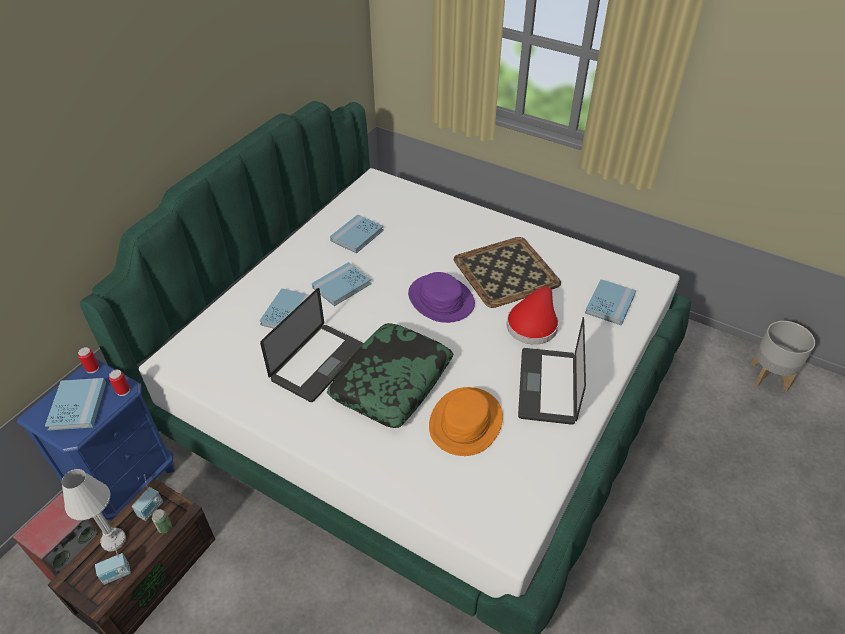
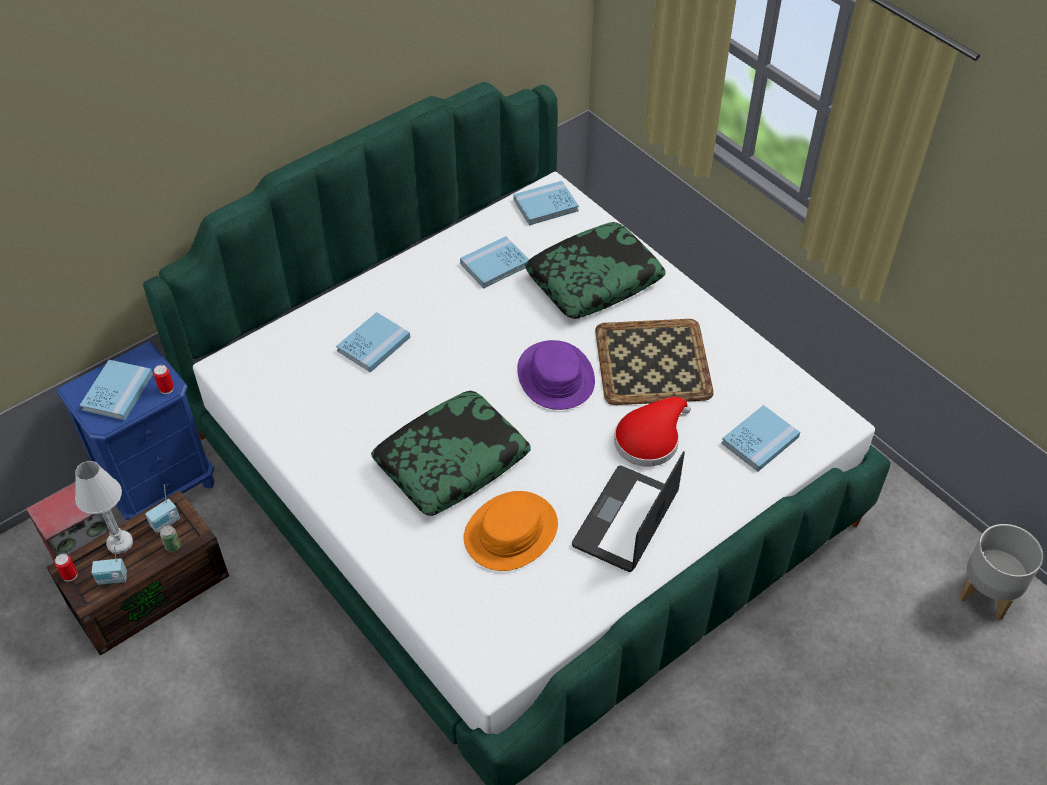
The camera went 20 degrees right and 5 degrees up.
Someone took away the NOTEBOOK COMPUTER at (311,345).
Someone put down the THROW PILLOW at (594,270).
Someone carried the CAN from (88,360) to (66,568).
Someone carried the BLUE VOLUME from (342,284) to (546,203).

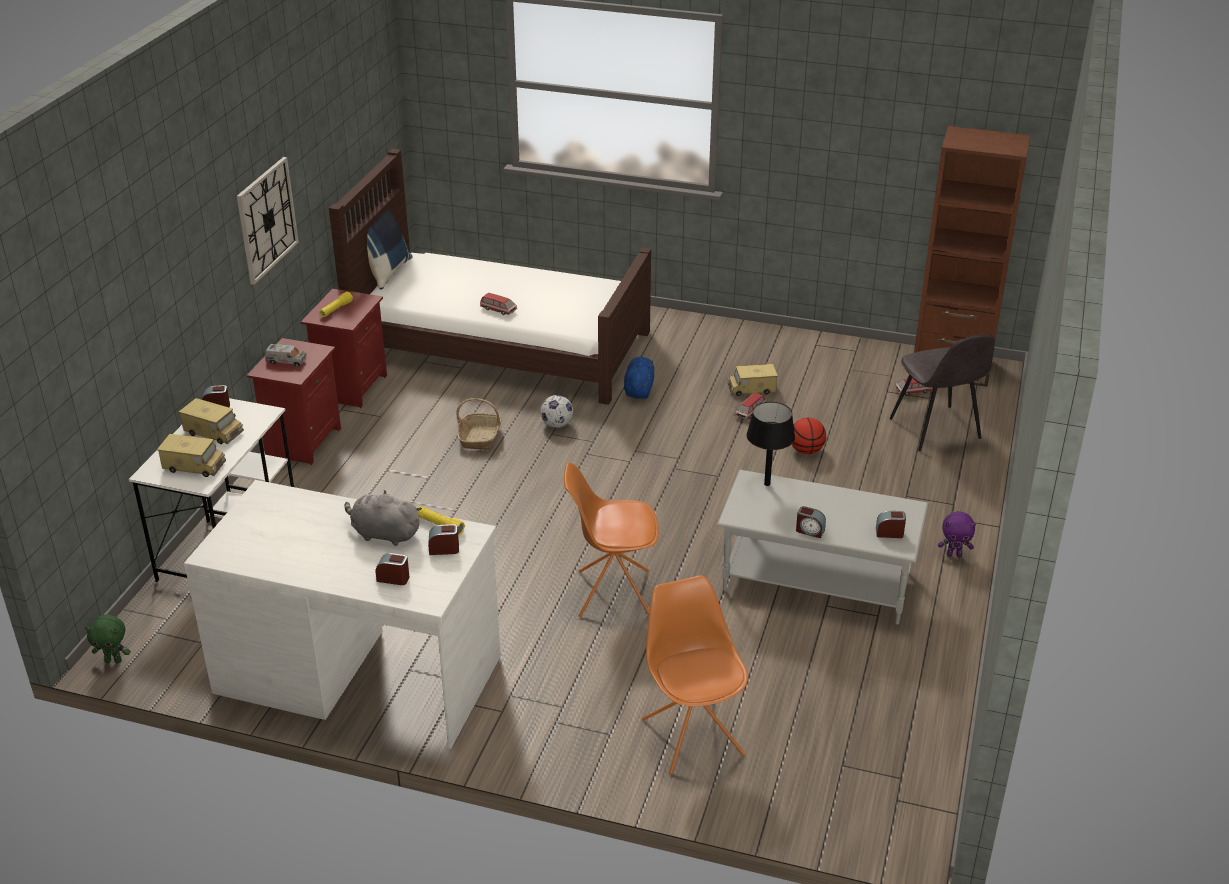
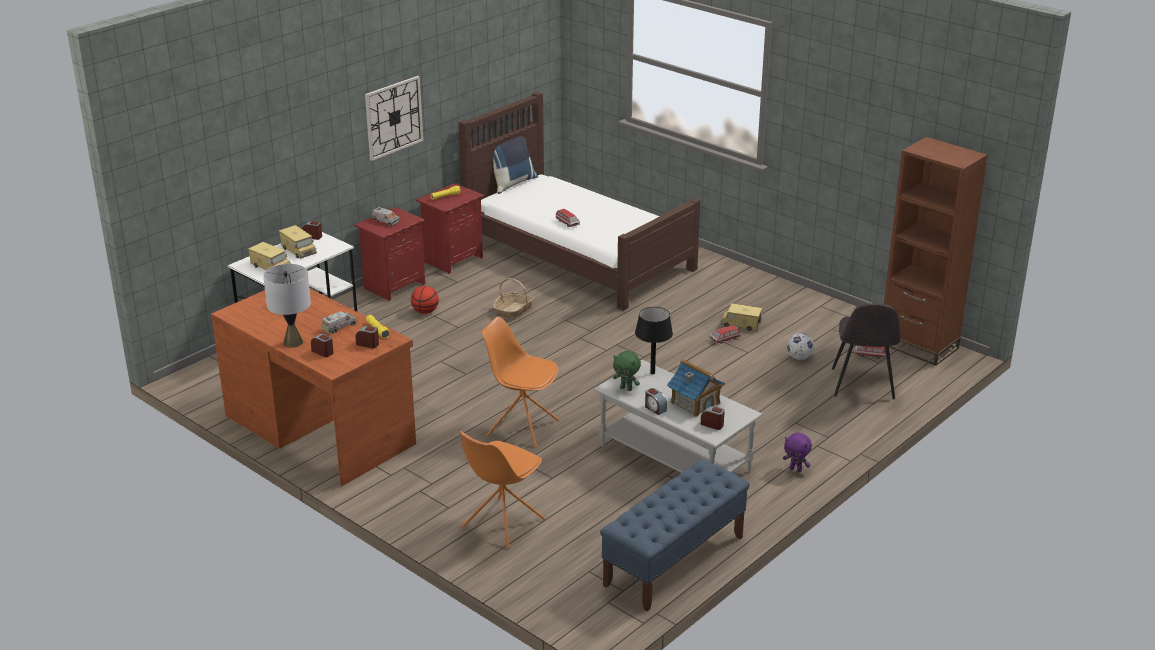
The camera went 25 degrees right and 5 degrees down.
Someone took away the BLUE CUDDLY TOY at (639,378).
Someone put down the GRAY TABLE LAMP at (287,306).
Someone put down the BLUE LONG SEAT at (675,535).
Someone put down the TOY HOUSE at (696,388).
Someone carried the GREENISH CUDDLY TOY from (108,638) to (627,371).
Someone carried the FOOTBALL from (556,411) to (800,346).
Someone carried the BASKETBALL from (809,436) to (425,300).
Someone swapped the GRAY CUDDLY TOY at (383,518) for the TOY TRUCK at (339,322).
Someone repainted the WHITE-COLOURED DESK TABLE at (342,614), which became the BROWN DESK TABLE at (313,387).
Someone rotated the ORANGEY UPRIGHT CHAIR at (695,675) by 150 degrees counterclockwise.

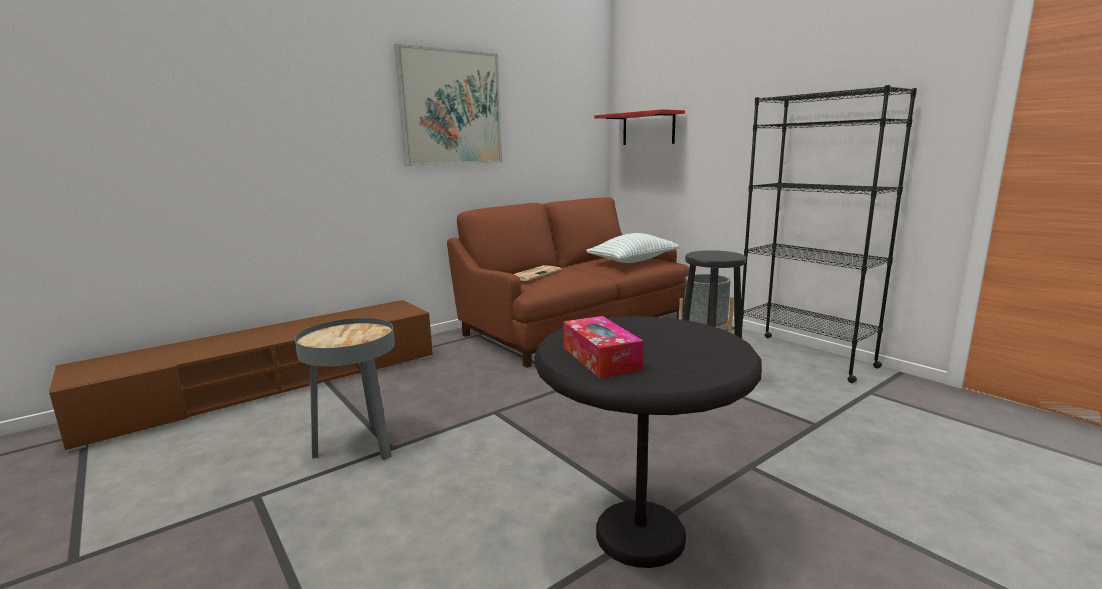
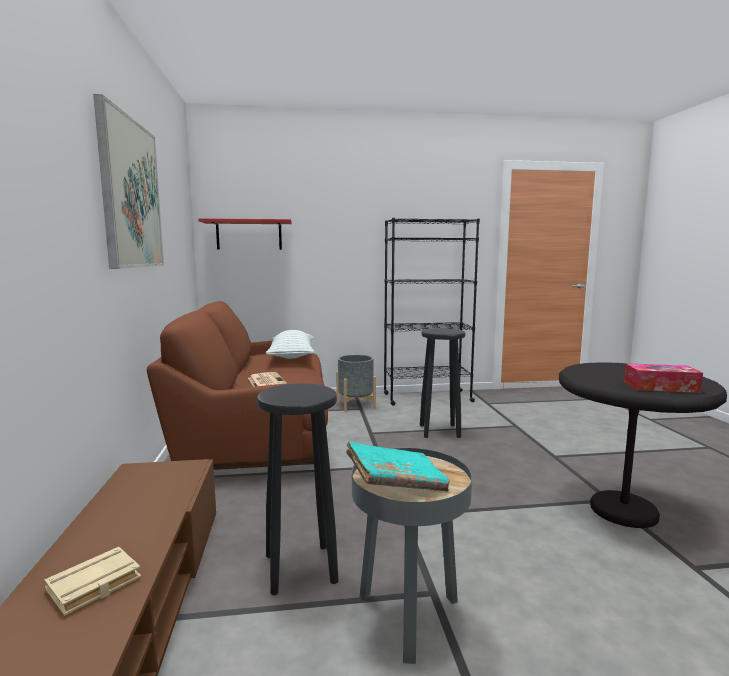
The camera went 60 degrees left and 5 degrees down.
Someone put down the SAND-COLOURED VOLUME at (92,581).
Someone put down the BLACK STOOL at (297,489).
Someone put down the BLUE-GREEN VOLUME at (398,467).

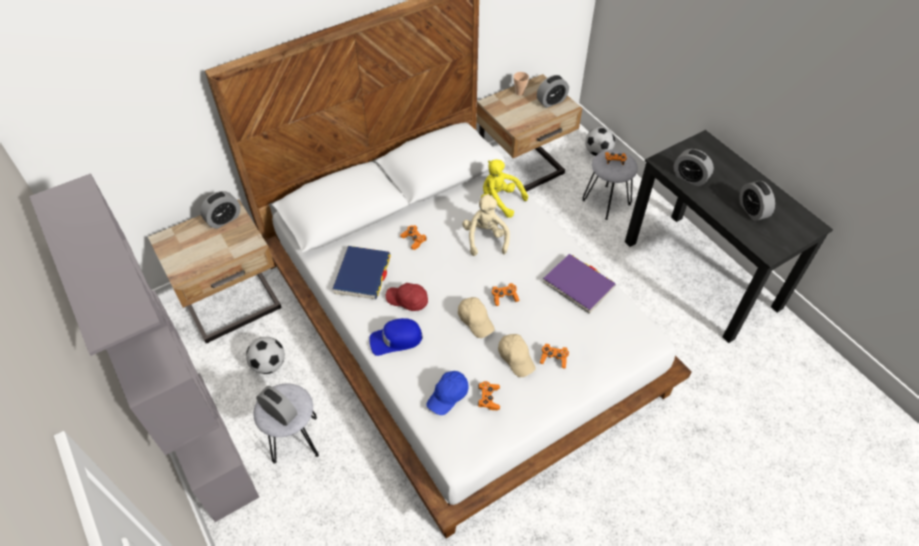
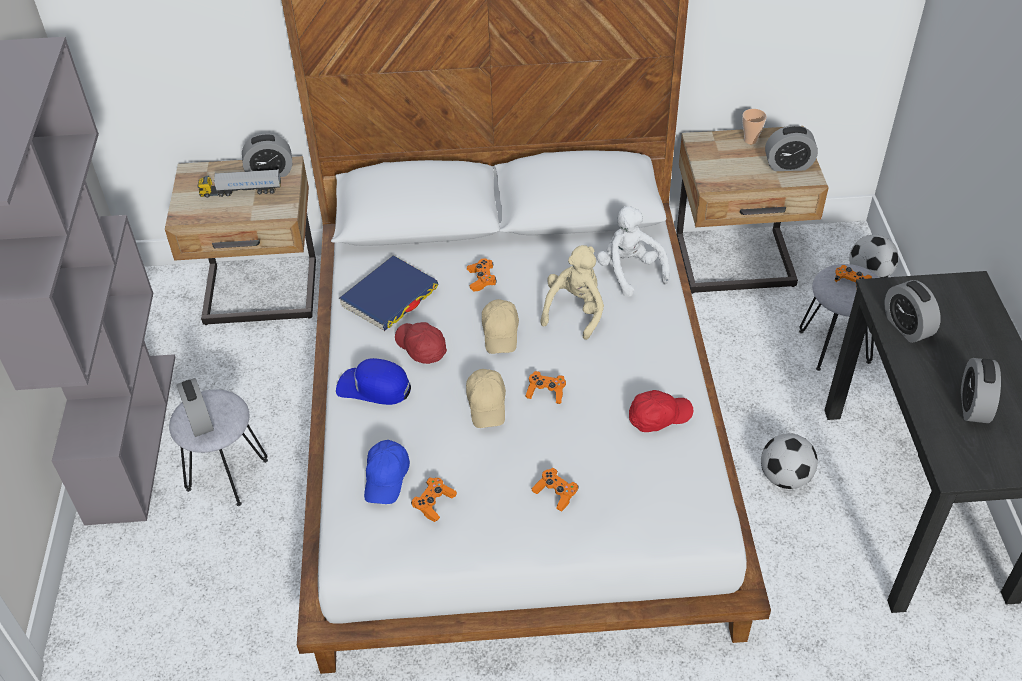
The camera went 30 degrees right and 5 degrees down.
Someone put down the TOY TRUCK at (239,183).
Someone carried the FOOTBALL from (265,355) to (789,461).
Someone carried the SAND-COLOURED PEAKED CAP from (517,355) to (500,326).
Someone swapped the PURPLE-COLOURED VOLUME at (579,284) for the RED PEAKED CAP at (661,411).
Someone repainted the YELLOW-COLOURED CUDDLY TOY at (504,188), which became the WHITE-COLOURED CUDDLY TOY at (633,251).
Someone rotated the BLUE PEAKED CAP at (447,393) by 60 degrees counterclockwise.

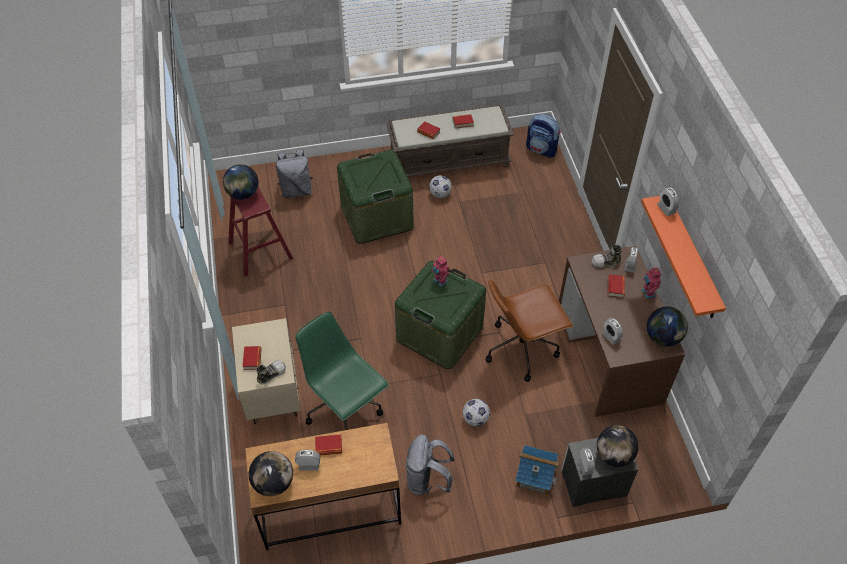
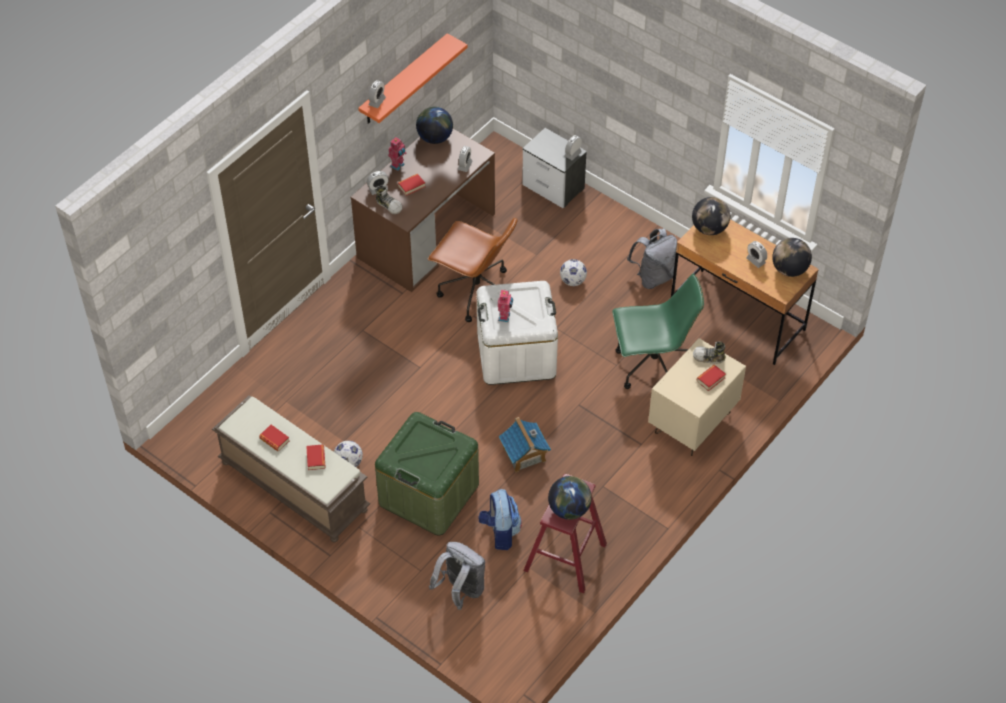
The camera went 130 degrees left and 0 degrees up.
Someone took away the VOLUME at (328,445).
Someone carried the TOY HOUSE from (537,470) to (525,444).
Someone carried the BACKPACK from (543,136) to (500,519).
Someone carried the WORLD GLOBE from (618,446) to (711,216).
Someone repainted the GREENISH STORAGE BIN at (440,314), which became the WHITE-COLOURED STORAGE BIN at (517,333).
Someone rotated the GREENISH OFFICE CHAIR at (342,371) by 105 degrees counterclockwise.

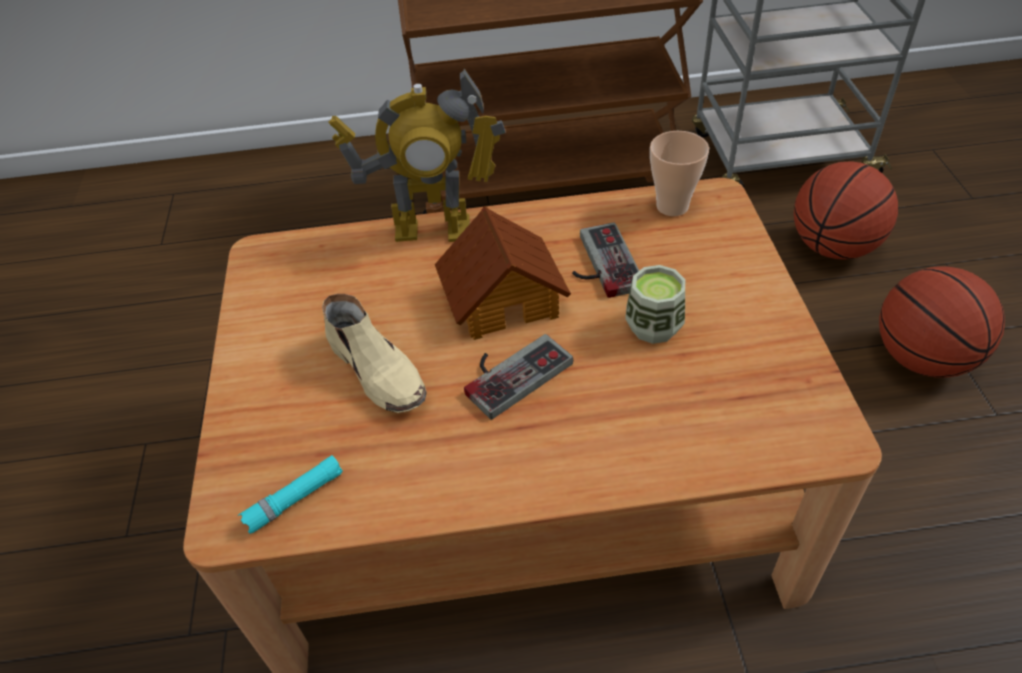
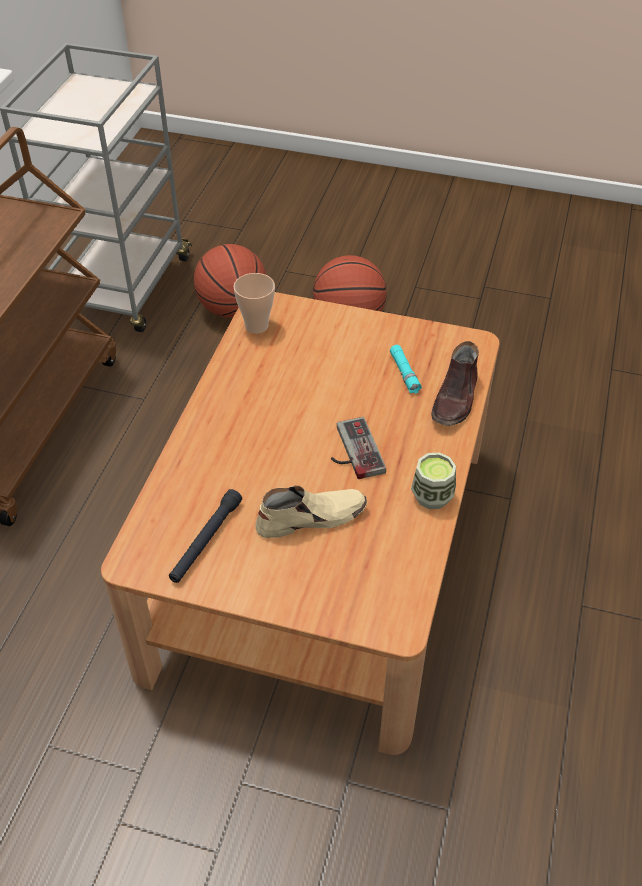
The camera went 70 degrees left and 0 degrees up.
Someone took away the MODEL ROBOT at (417,155).
Someone took away the TOY HOUSE at (503,273).
Someone took away the JOYPAD at (605,260).
Someone put down the BLACK HAND TORCH at (205,536).
Someone put down the BROWN LOW SHOE at (455,383).
Someone carried the BLUE-GREEN HAND TORCH from (290,494) to (406,369).
Someone carried the CUP from (655,304) to (433,481).

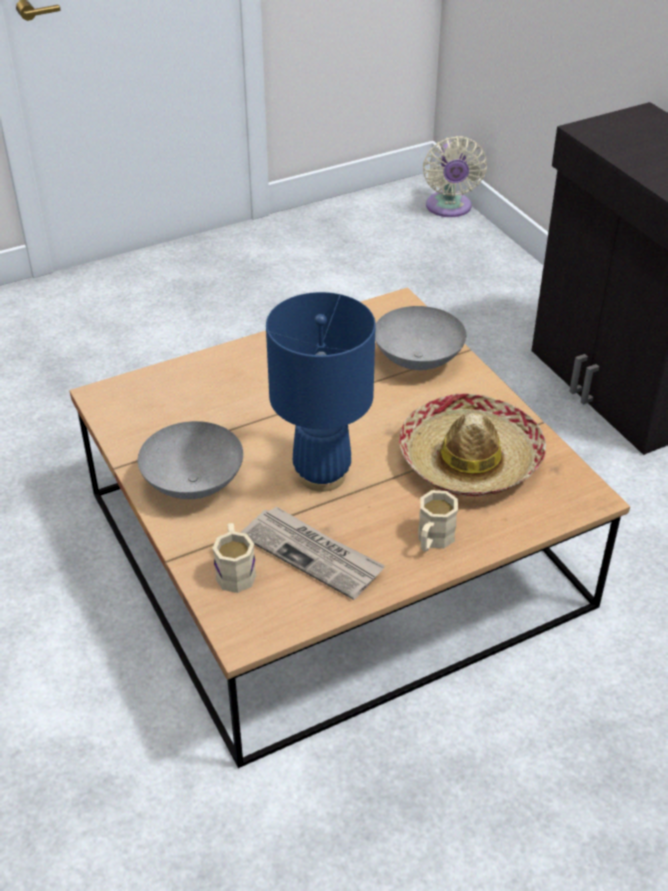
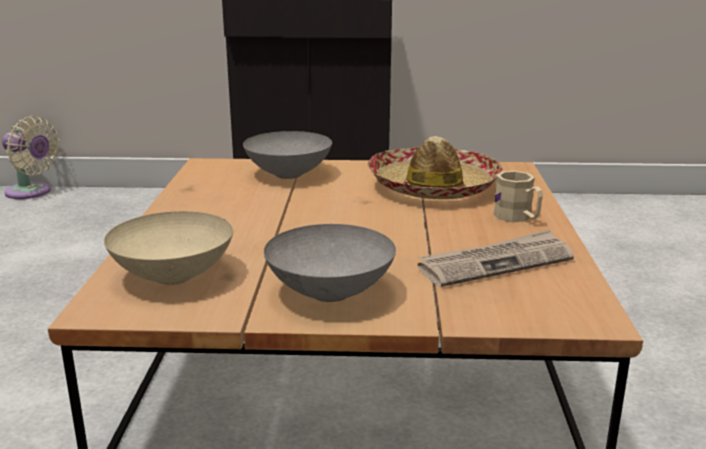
The camera went 60 degrees left and 20 degrees down.
Someone took away the SAND-COLOURED TEA MUG at (234,558).
Someone took away the BLUE TABLE LAMP at (321,392).
Someone put down the SAND-COLOURED DEEP DISH at (168,248).

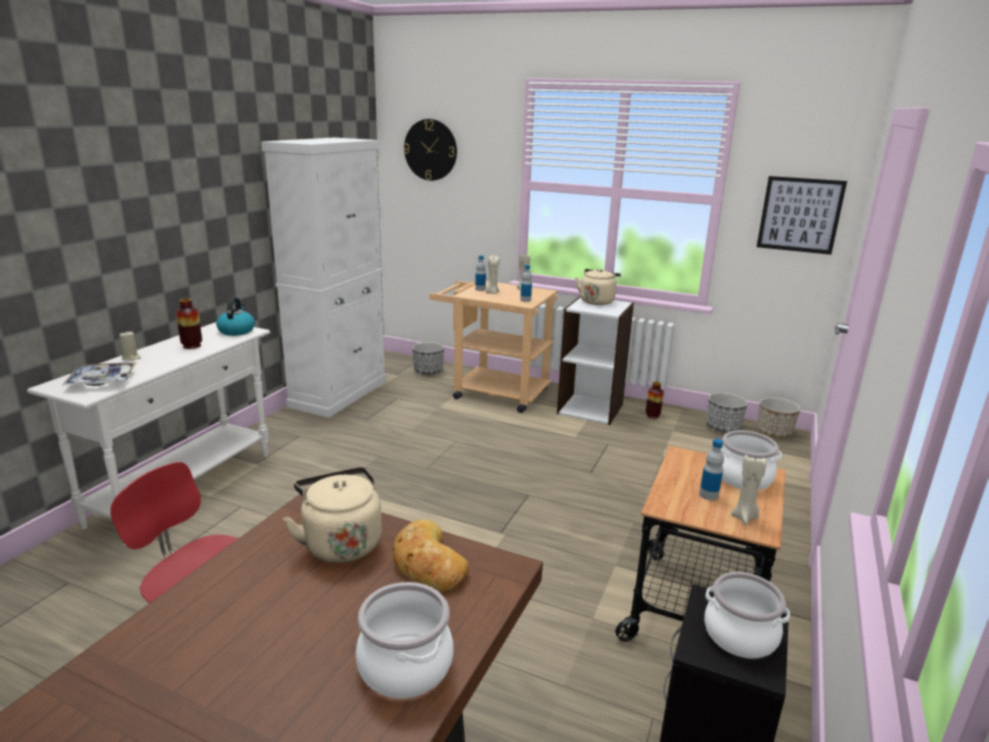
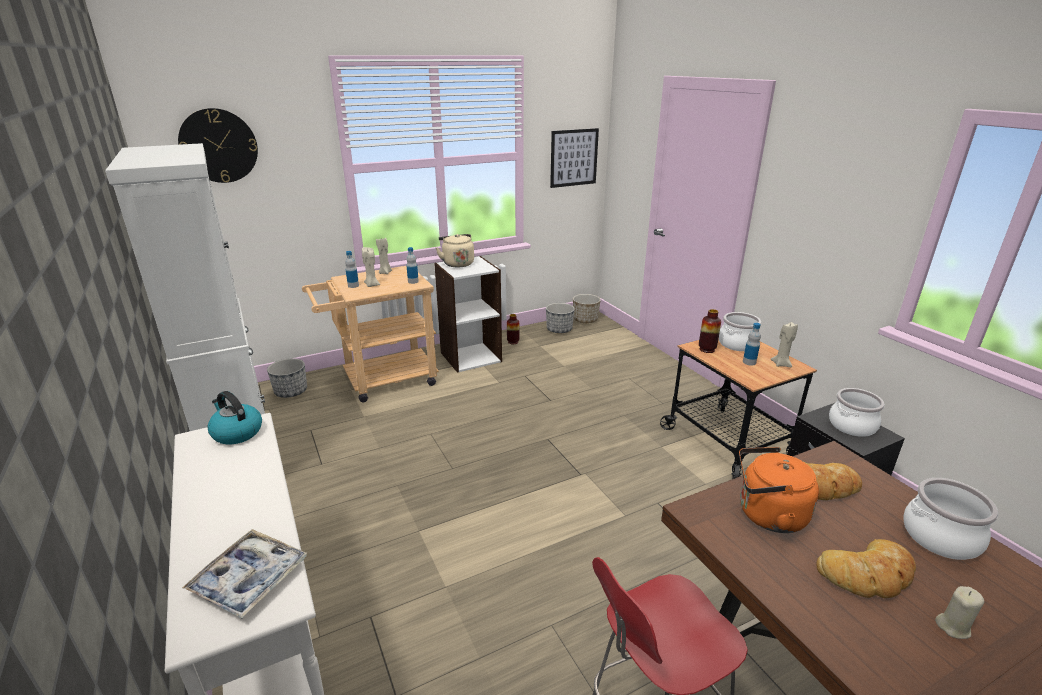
The camera went 50 degrees left and 5 degrees up.
Someone put down the BAKERY BREAD at (866,568).
Someone carried the SAND-COLOURED WAX LIGHT from (130,346) to (959,612).
Someone carried the DECORATIVE VASE from (189,324) to (710,331).
Someone repainted the SAND-COLOURED WATER KETTLE at (332,515), which became the ORANGEY WATER KETTLE at (779,490).

